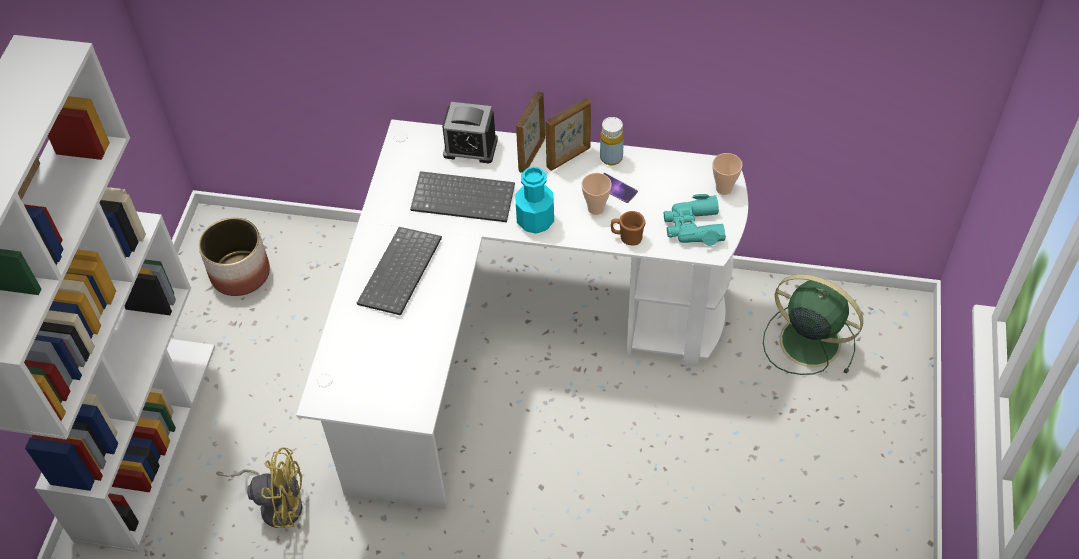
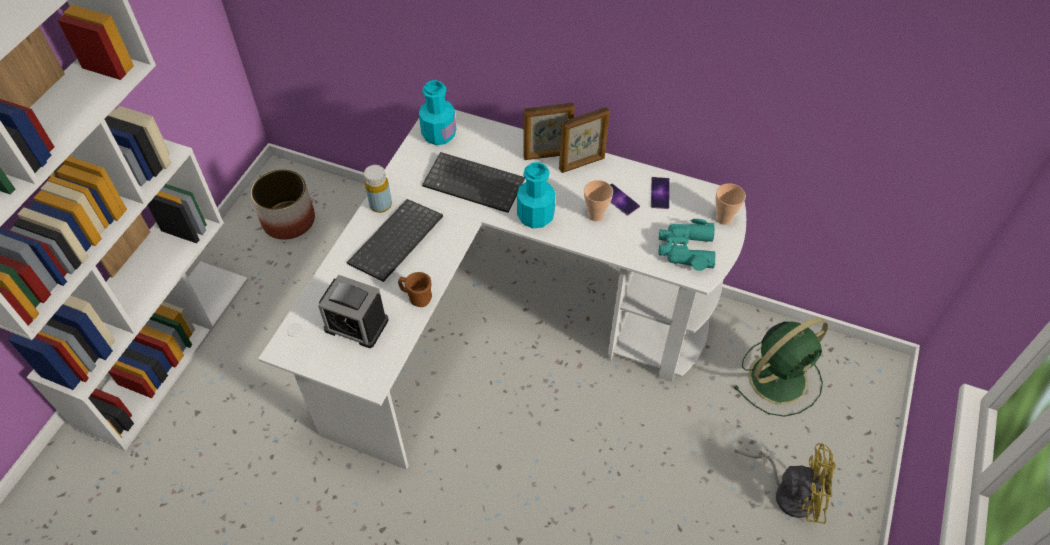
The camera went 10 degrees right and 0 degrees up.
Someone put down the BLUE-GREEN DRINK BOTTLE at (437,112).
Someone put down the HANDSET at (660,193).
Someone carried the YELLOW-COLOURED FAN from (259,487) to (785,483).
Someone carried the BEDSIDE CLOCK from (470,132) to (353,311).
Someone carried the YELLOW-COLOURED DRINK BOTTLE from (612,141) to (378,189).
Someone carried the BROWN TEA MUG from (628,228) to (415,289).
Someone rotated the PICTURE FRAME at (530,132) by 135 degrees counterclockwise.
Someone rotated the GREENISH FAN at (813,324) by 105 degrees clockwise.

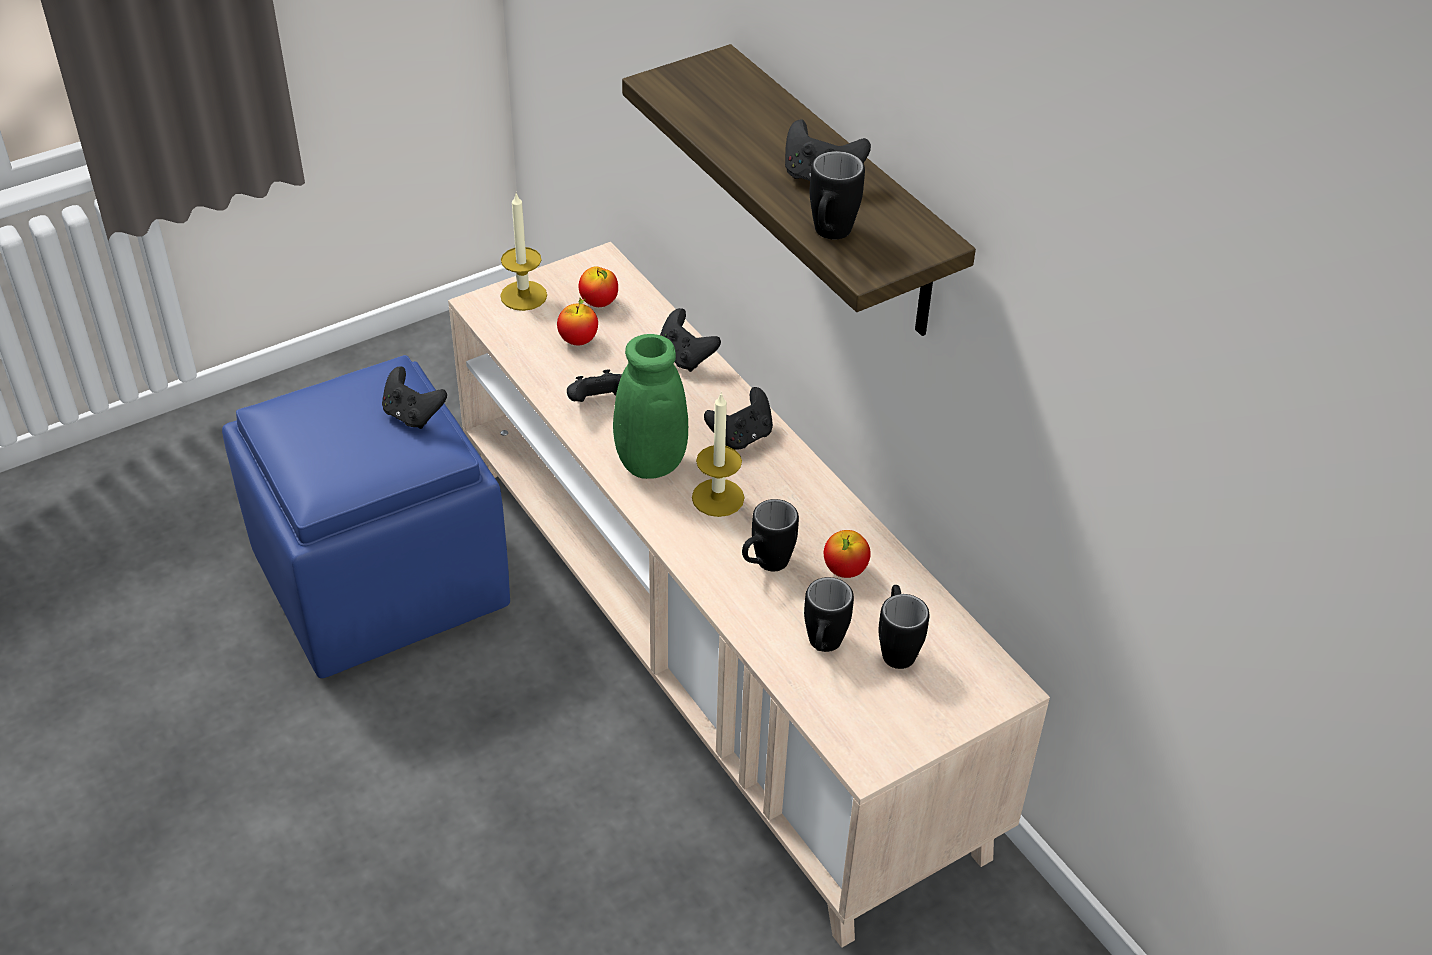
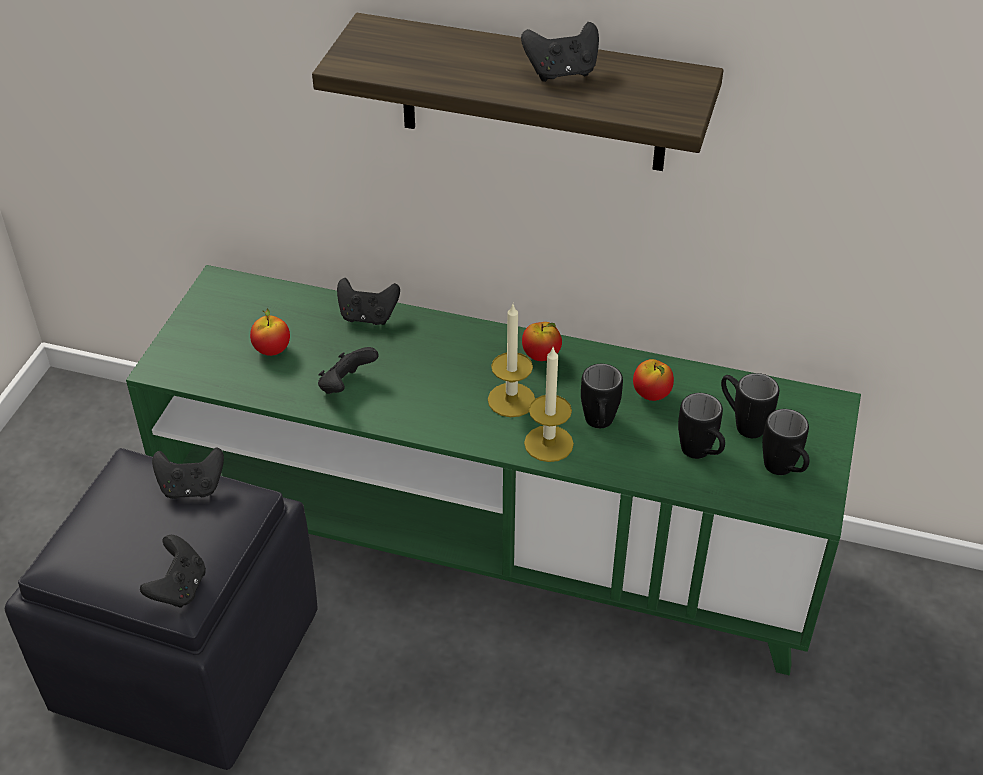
The camera went 40 degrees left and 0 degrees up.
Someone took away the GREENISH DECORATIVE VASE at (650,406).
Someone carried the WAX LIGHT from (523,252) to (549,405).
Someone carried the APPLE from (598,286) to (542,341).
Someone carried the BLACK JOYPAD from (738,418) to (173,571).
Someone carried the BLACK TEA MUG from (837,195) to (786,442).
Someone repainted the BLUE OTTOMAN at (366,516), which became the BLACK OTTOMAN at (161,609).
Someone repainted the SAND-COLOURED MEDIA CONSOLE at (749,595), which became the GREENISH MEDIA CONSOLE at (493,470).

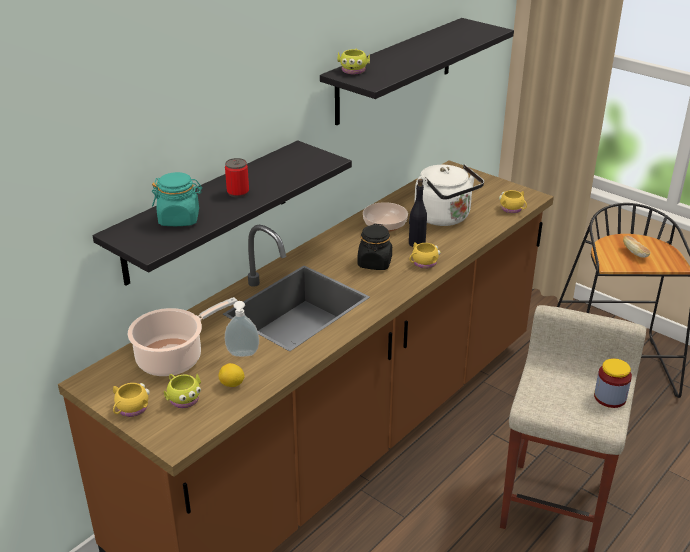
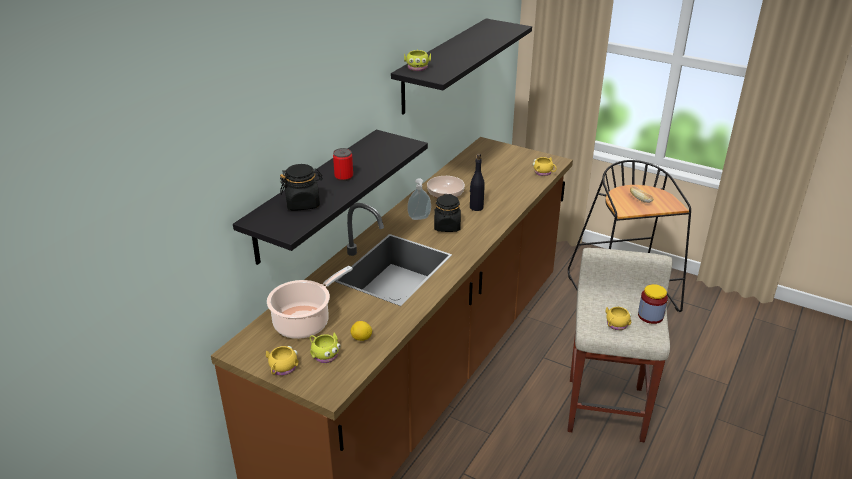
The camera went 10 degrees left and 0 degrees up.
Someone took away the WHITE-COLOURED WATER KETTLE at (449,195).
Someone carried the SOAP DISPENSER from (242,329) to (419,199).
Someone carried the YELLOW-COLOURED TEA MUG from (425,255) to (618,318).
Someone repainted the BLUE-GREEN JAR at (177,199), which became the BLACK JAR at (301,187).

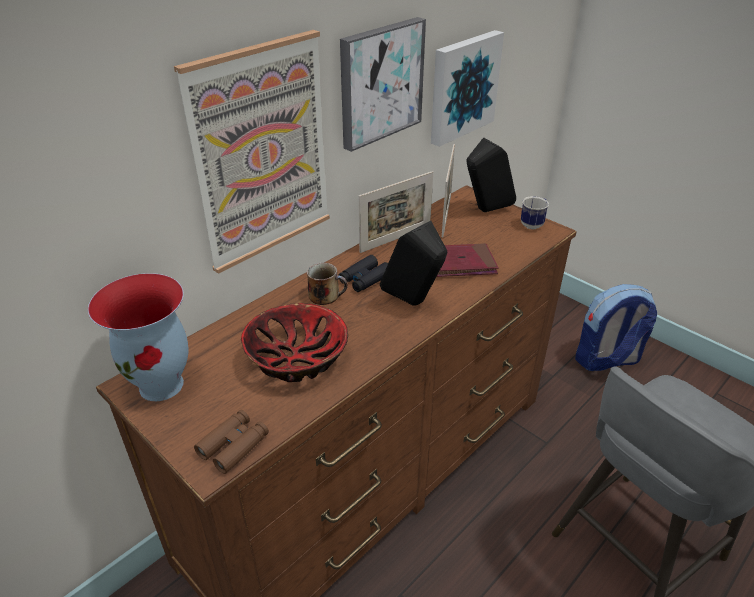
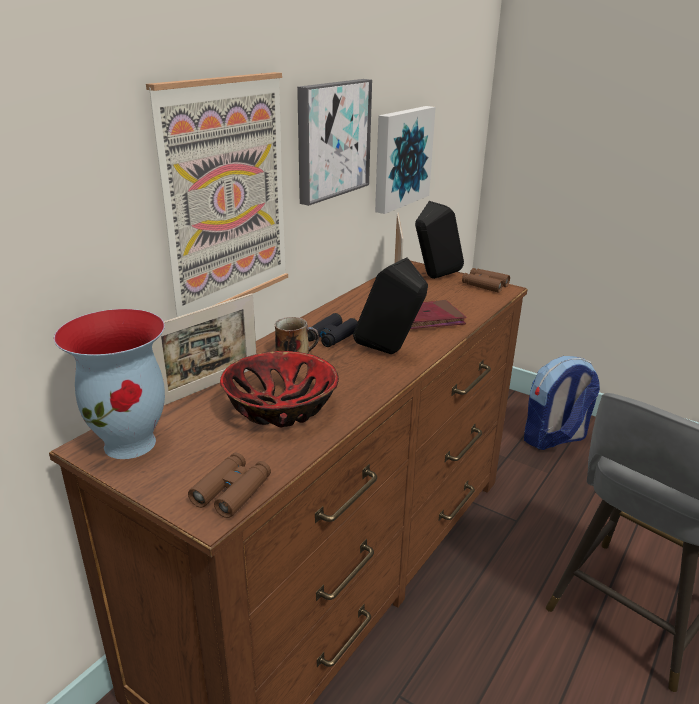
The camera went 10 degrees left and 10 degrees down.
Someone carried the PICTURE FRAME from (395,212) to (204,349).
Someone swapped the TEA MUG at (535,212) for the BROWN BINOCULARS at (486,280).

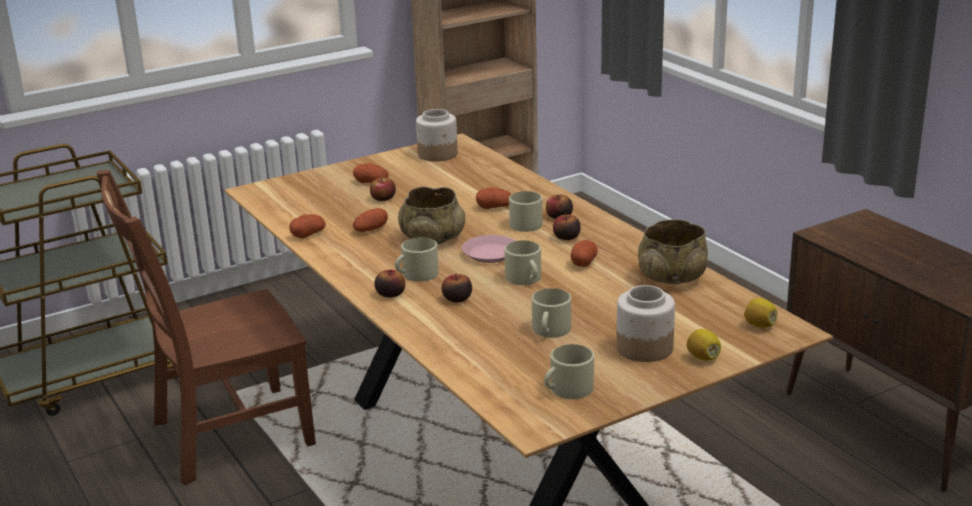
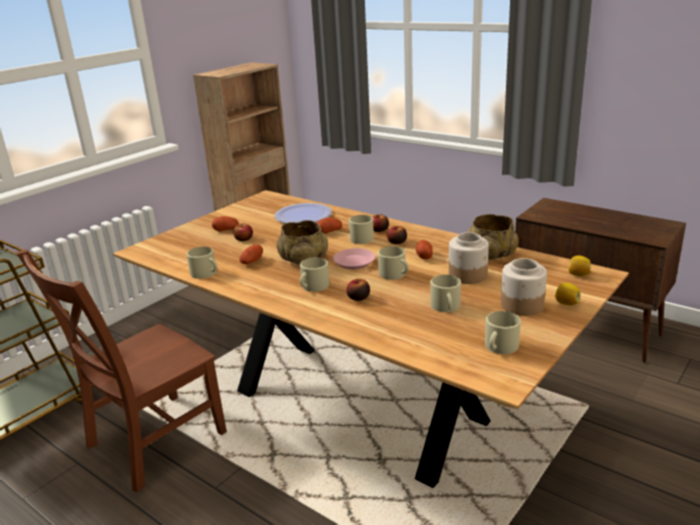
The camera went 20 degrees left and 0 degrees up.
Someone took away the APPLE at (389,283).
Someone put down the FLAT DISH at (303,213).
Someone carried the JAR from (437,135) to (469,258).
Someone swapped the WHOLE POTATO at (307,226) for the SAND-COLOURED TEA MUG at (202,263).

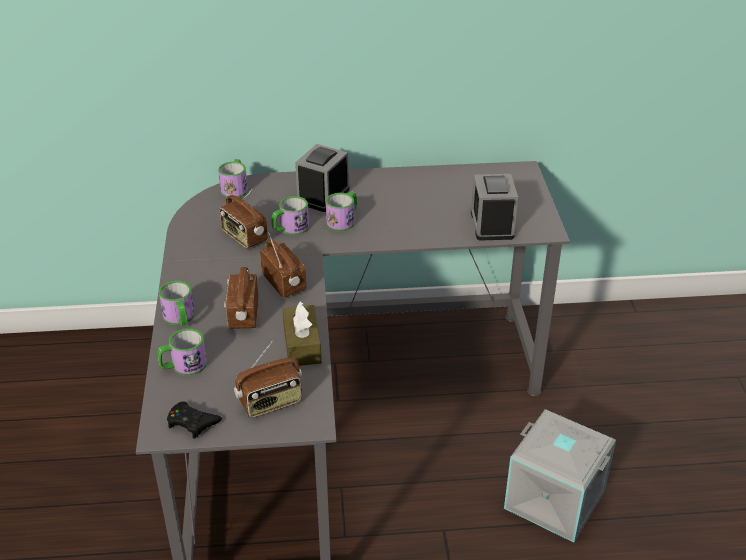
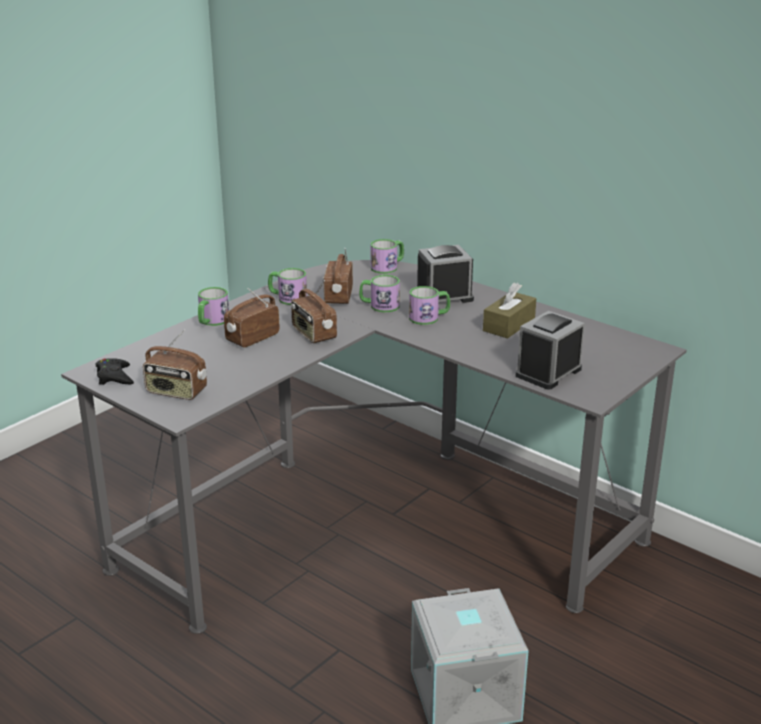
The camera went 45 degrees right and 10 degrees down.
Someone carried the TEA MUG from (182,352) to (287,286).
Someone carried the BROWN TISSUE BOX from (302,333) to (509,311).
Someone rotated the RADIO at (283,265) by 135 degrees clockwise.

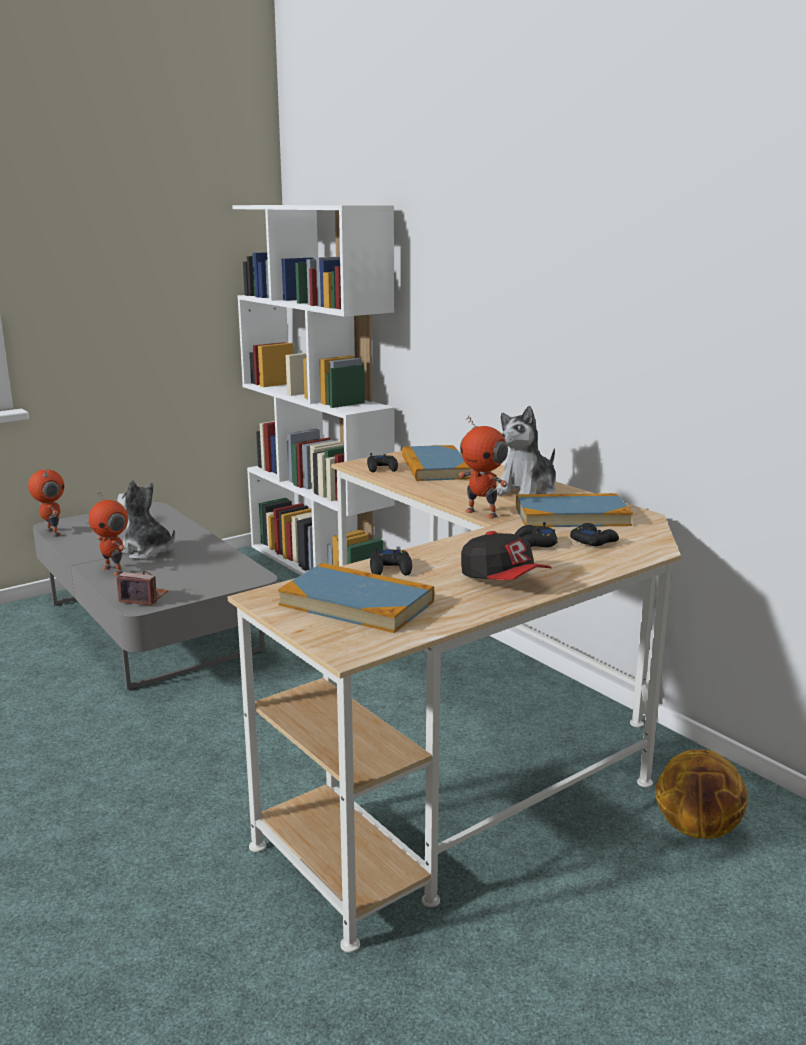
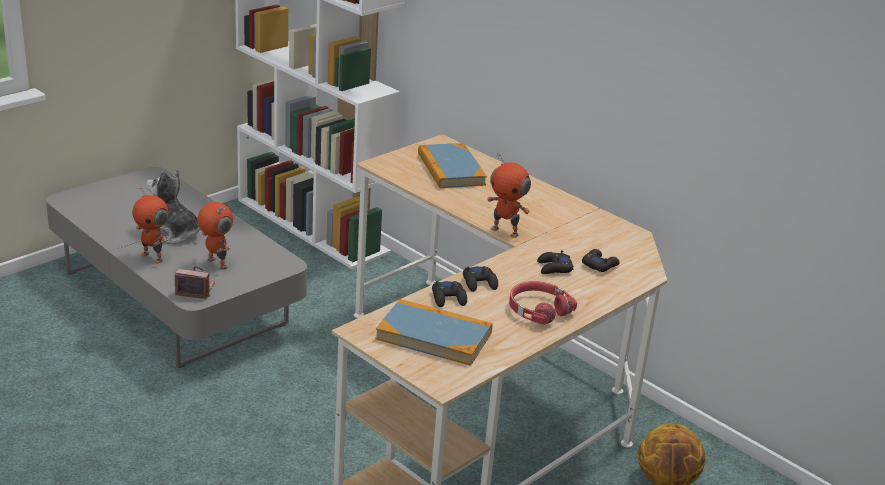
The camera went 10 degrees left and 10 degrees up.
Someone took away the CUDDLY TOY at (525,451).
Someone took away the VOLUME at (574,510).
Someone carried the MODEL ROBOT from (46,503) to (215,236).
Someone carried the BLACK JOYPAD from (382,462) to (480,279).
Someone swapped the PEAKED CAP at (506,555) for the RED PAIR OF HEADPHONES at (543,303).

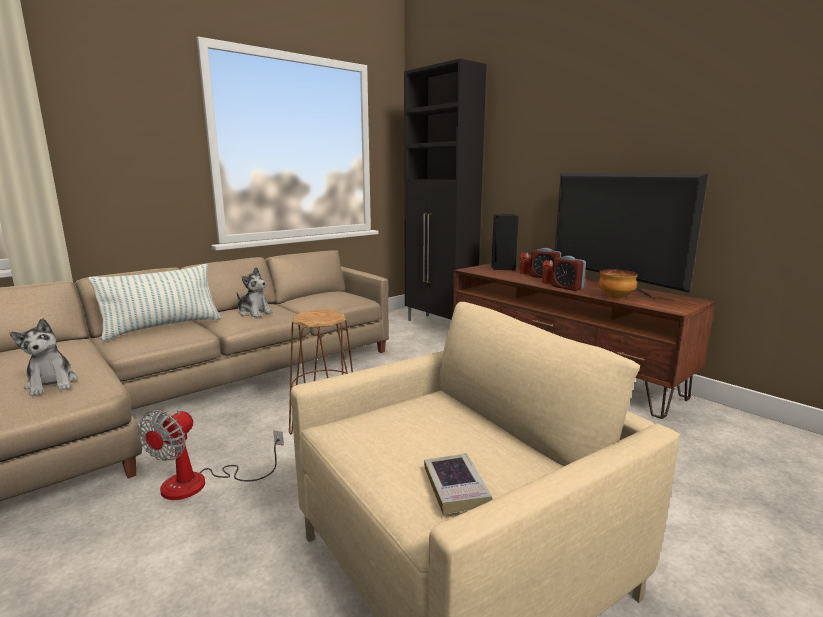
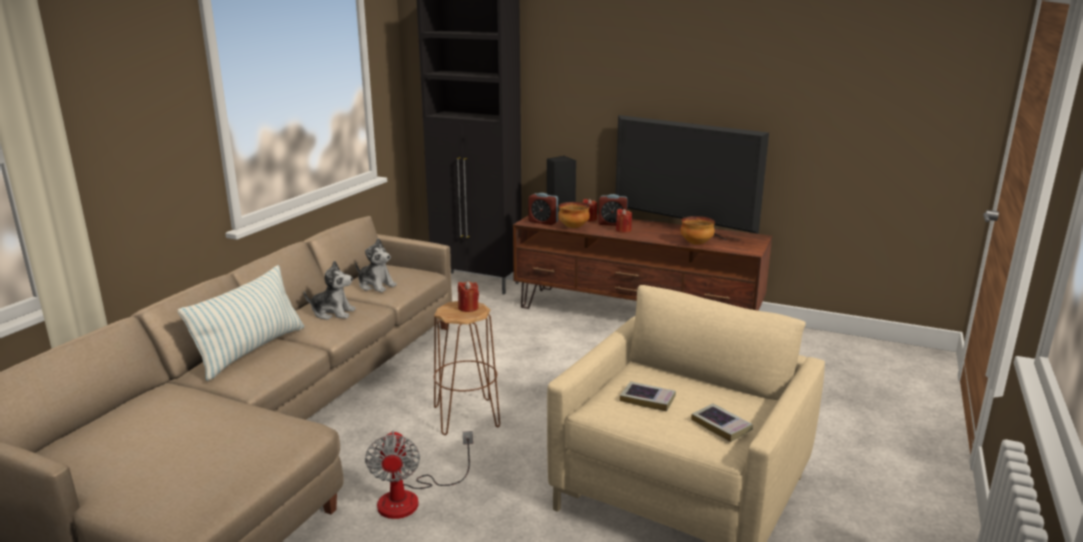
The camera went 25 degrees left and 5 degrees up.
Someone put down the RED WAX LIGHT at (468,296).
Someone put down the DEEP DISH at (574,215).
Someone put down the VOLUME at (648,396).
Someone carried the CUDDLY TOY from (44,357) to (376,265).
Someone carried the BEDSIDE CLOCK from (568,273) to (543,209).

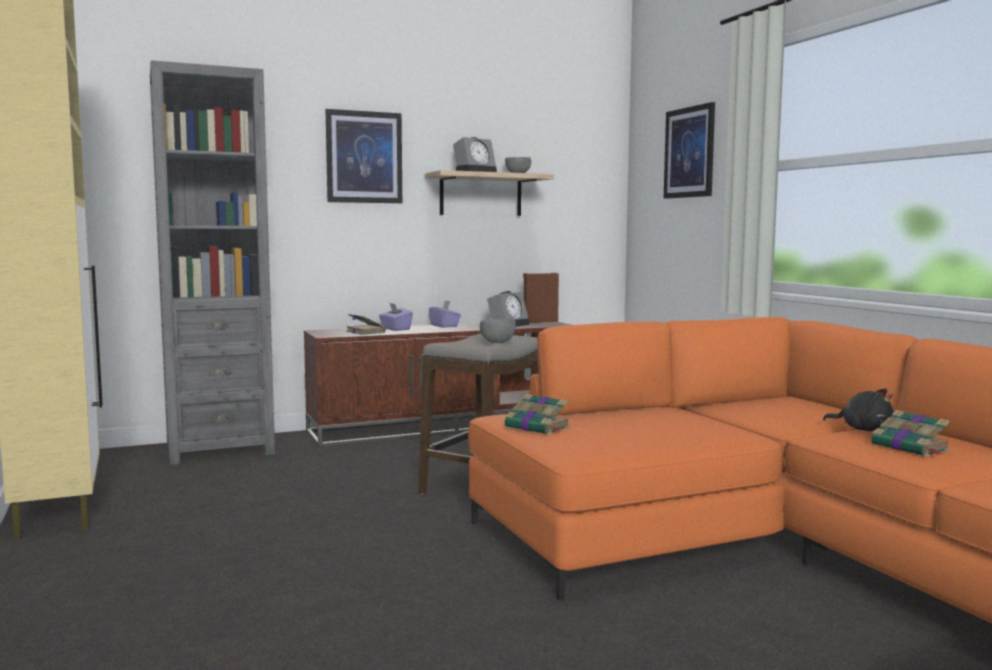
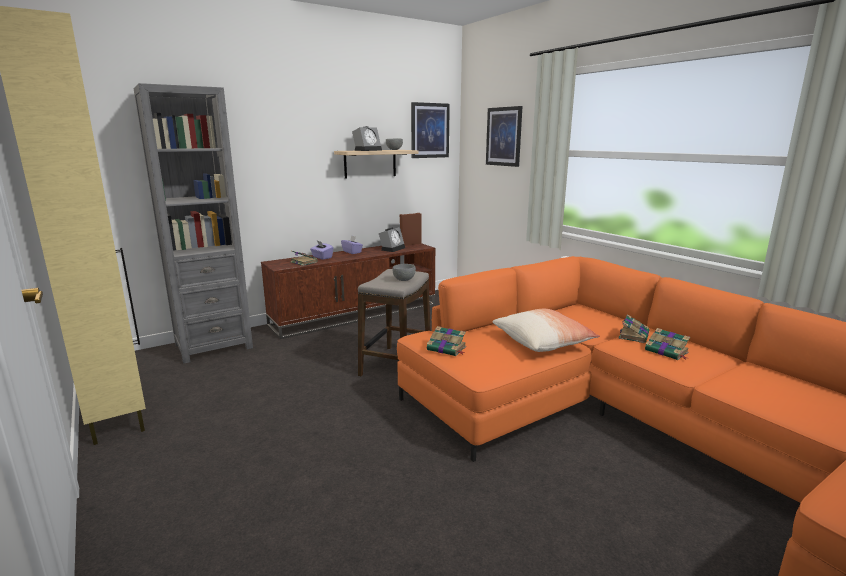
The camera went 10 degrees left and 10 degrees up.
Someone put down the THROW PILLOW at (546,330).
Someone carried the PICTURE from (364,156) to (430,130).
Someone swapped the BLACK CUDDLY TOY at (858,409) for the VOLUME at (633,328).

